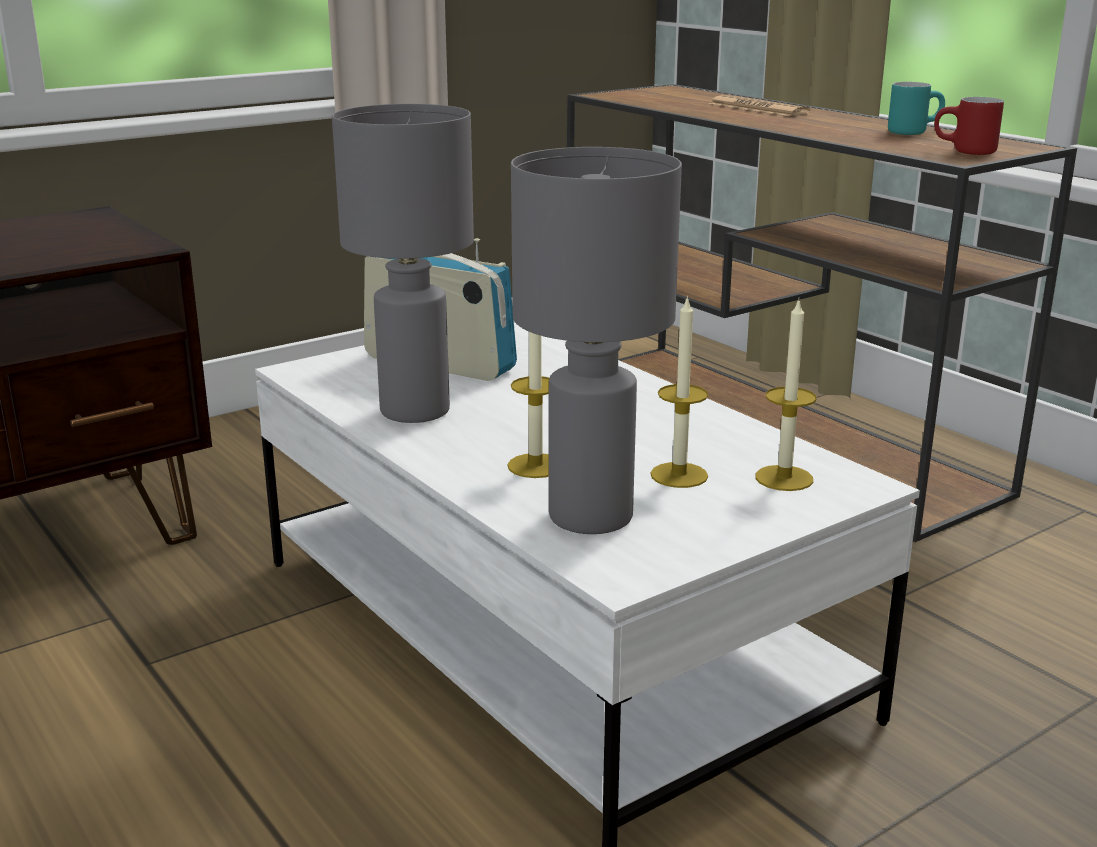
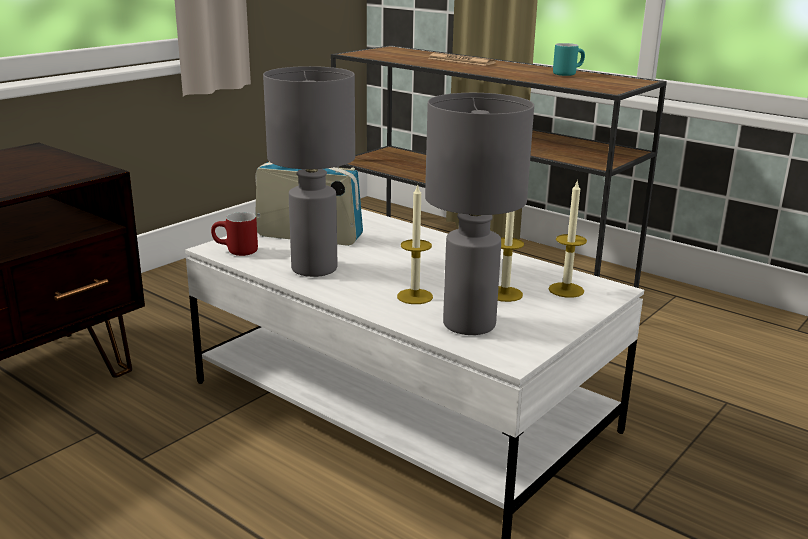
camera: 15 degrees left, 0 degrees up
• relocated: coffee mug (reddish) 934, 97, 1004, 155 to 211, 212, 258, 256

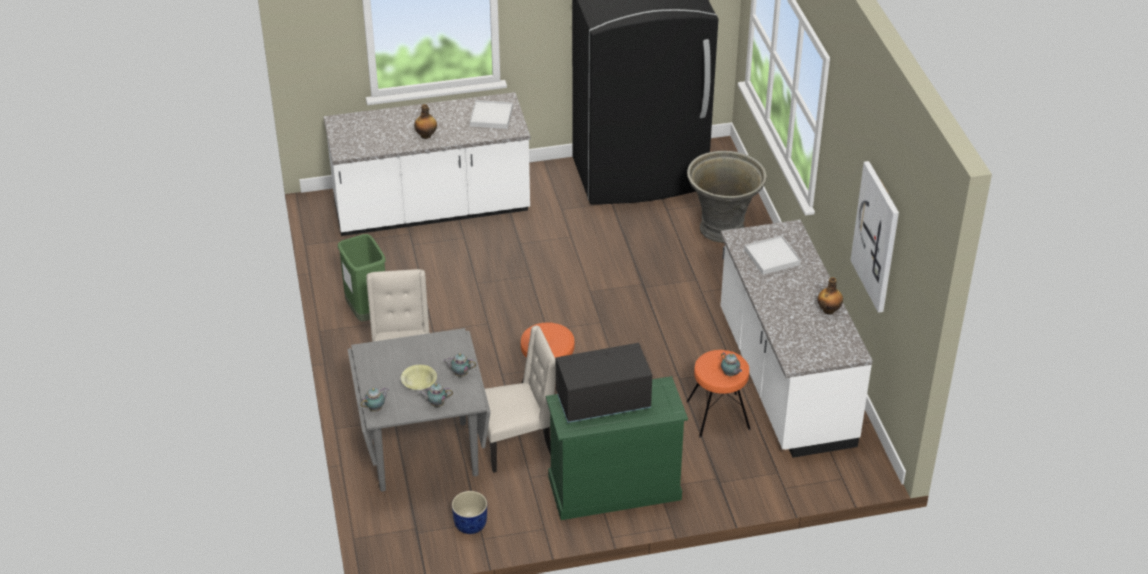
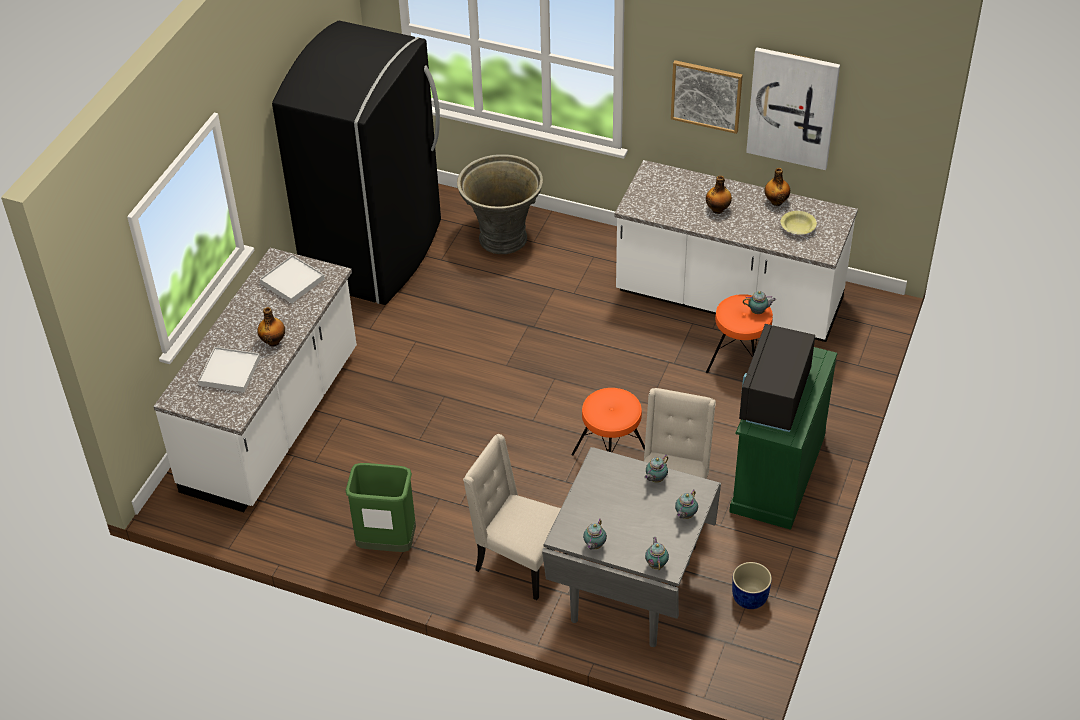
camera: 55 degrees left, 5 degrees up
• relocated: serving tray (white-coloured) 744, 235, 801, 275 to 198, 347, 260, 392
• relocated: serving bowl (yellow-coloured) 401, 365, 437, 390 to 781, 211, 817, 234
• appeared: wall picture 671, 60, 743, 134
• appeared: drink bottle 706, 175, 732, 214
• appeared: pot for tea 583, 519, 607, 550

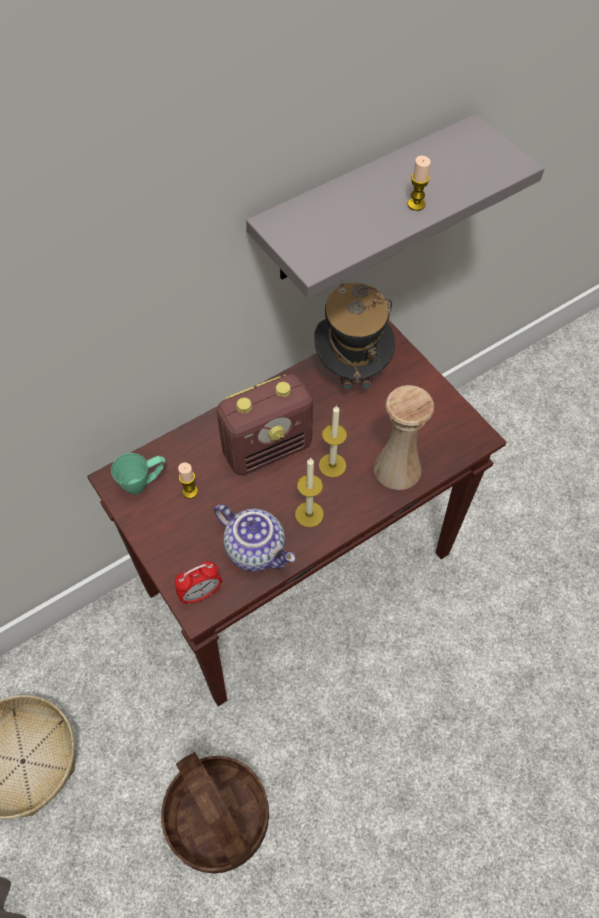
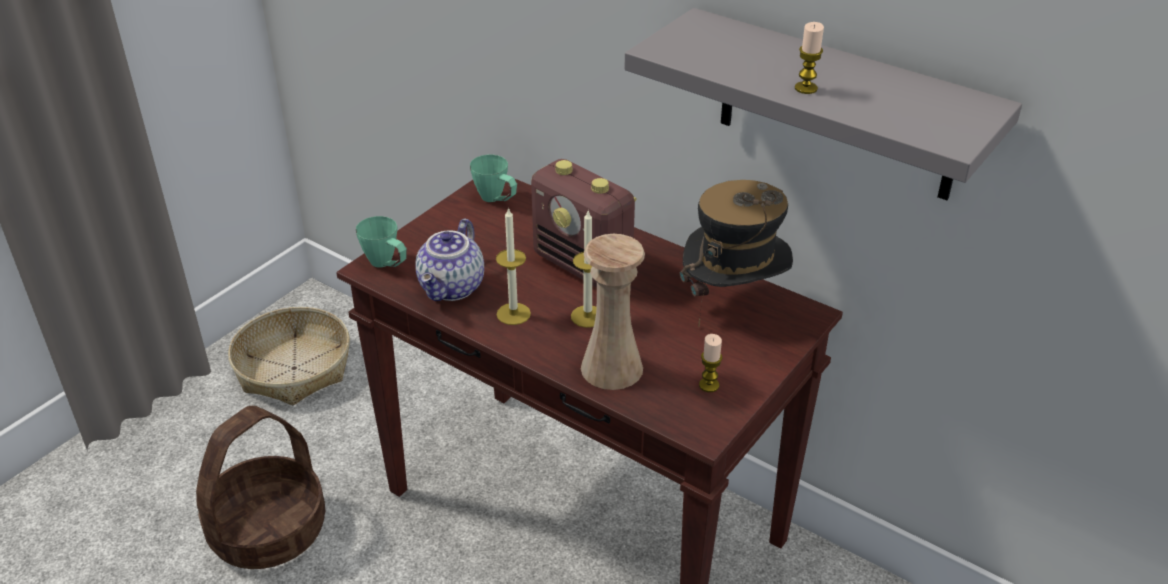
camera: 70 degrees right, 20 degrees down
• relocated: candle 178, 462, 198, 499 to 699, 334, 722, 392
• exchanged: table clock 175, 561, 222, 605 to coffee mug (green) 356, 216, 407, 268

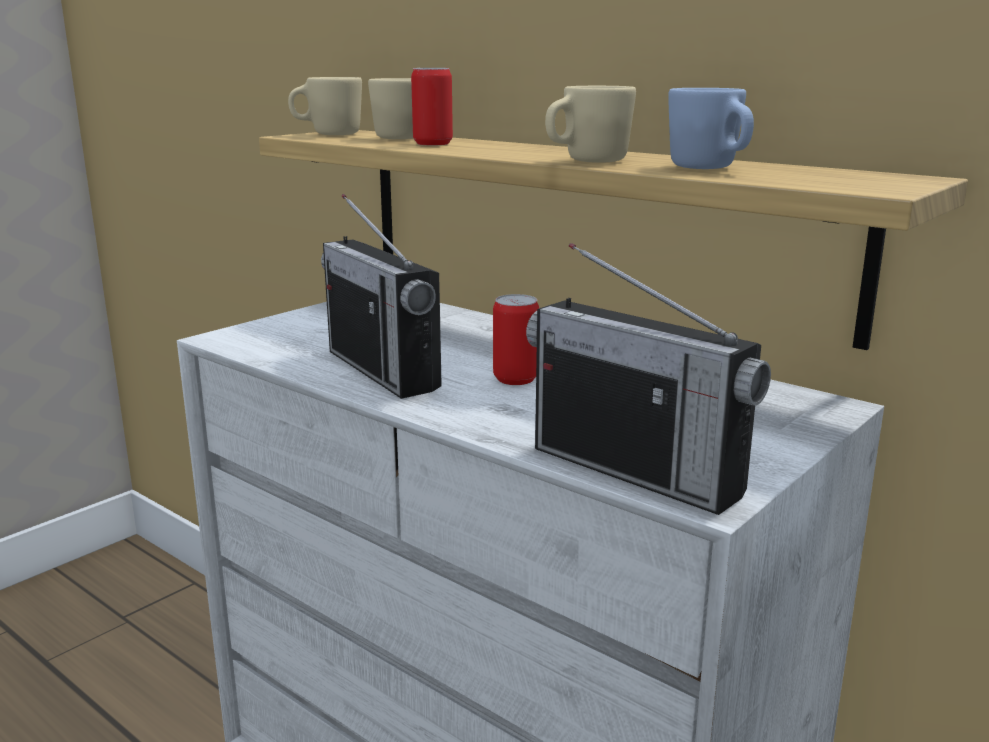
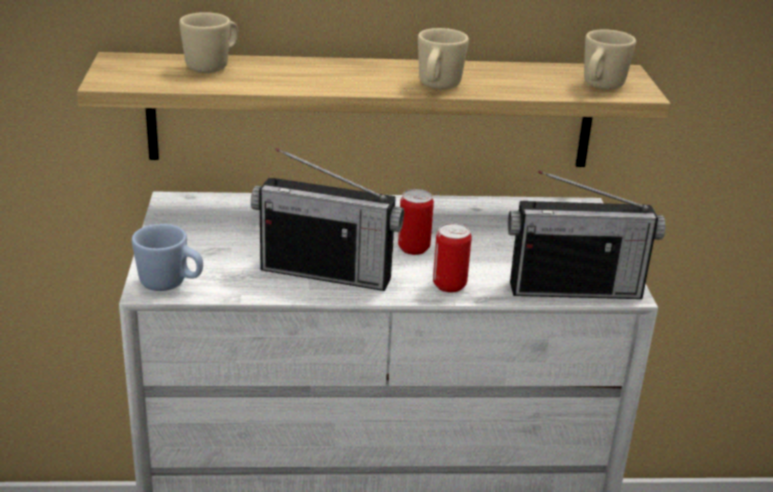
camera: 45 degrees left, 10 degrees up
• relocated: sealed can 411, 68, 453, 146 to 433, 223, 472, 293
• relocated: coffee mug (sand-coloured) 288, 77, 362, 135 to 584, 29, 636, 89
• relocated: coffee mug (bluish) 668, 88, 754, 169 to 132, 224, 203, 291

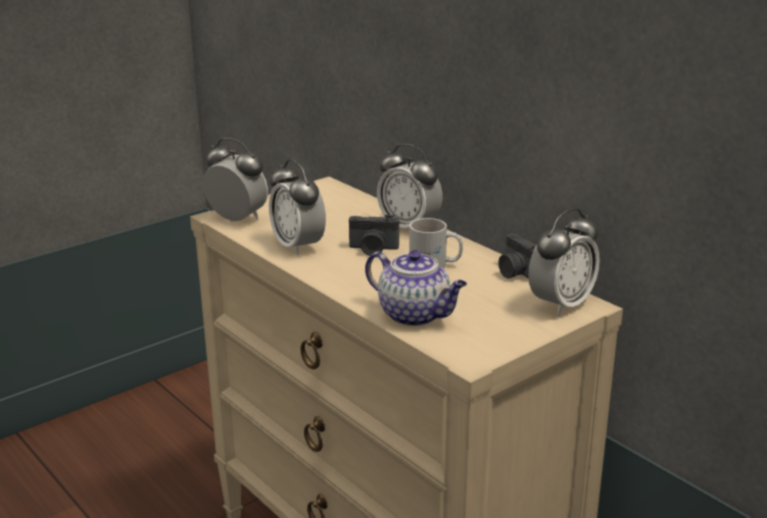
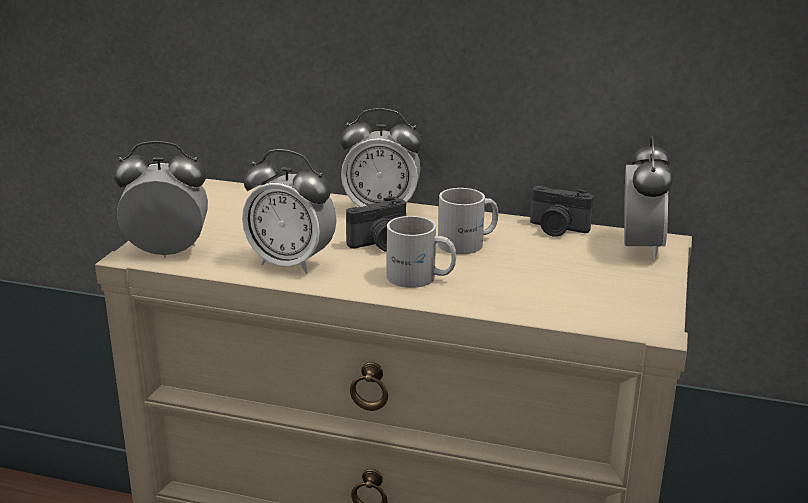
camera: 35 degrees left, 0 degrees up
• missing: pot for tea 365, 250, 467, 326
• appeared: coffee mug (white-coloured) 387, 216, 456, 288

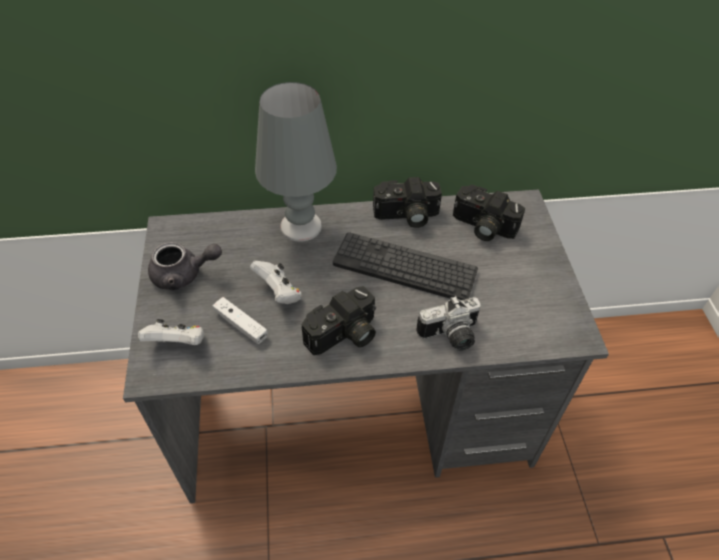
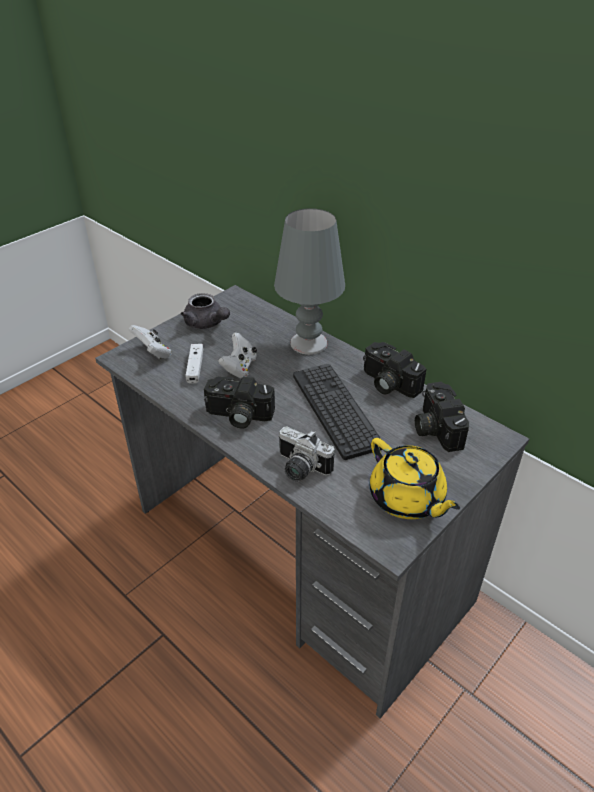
camera: 50 degrees right, 10 degrees down
• appeared: pot for tea (yellow-coloured) 370, 438, 460, 519

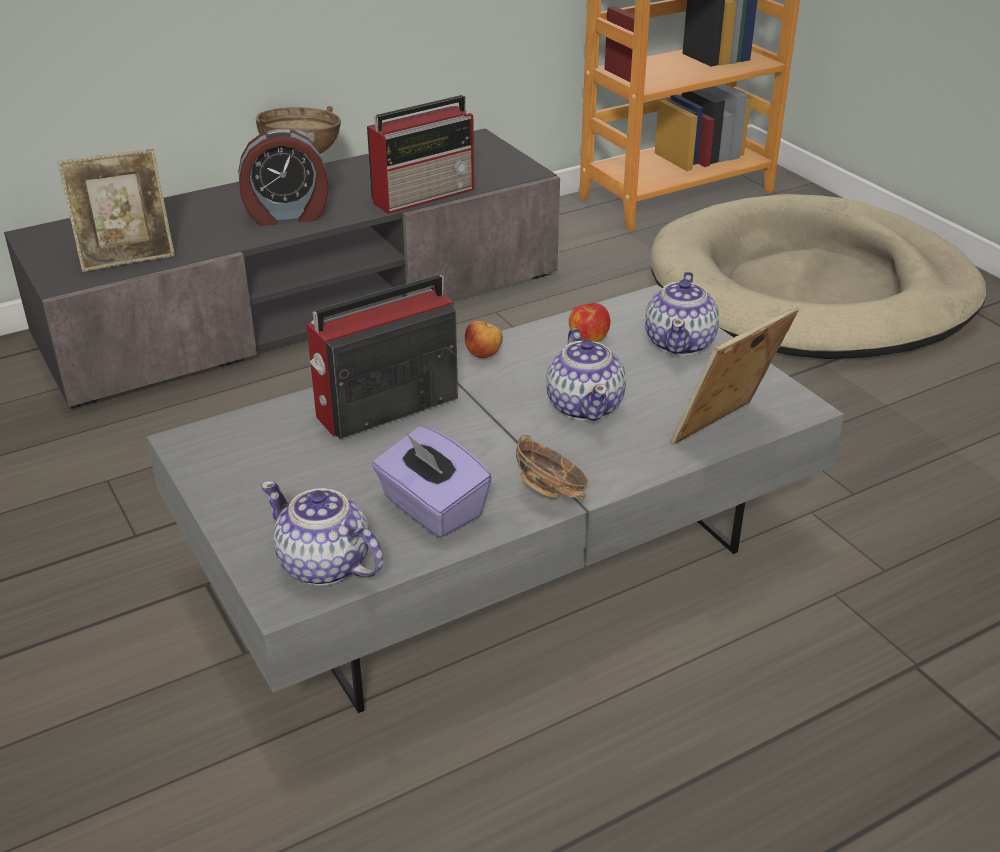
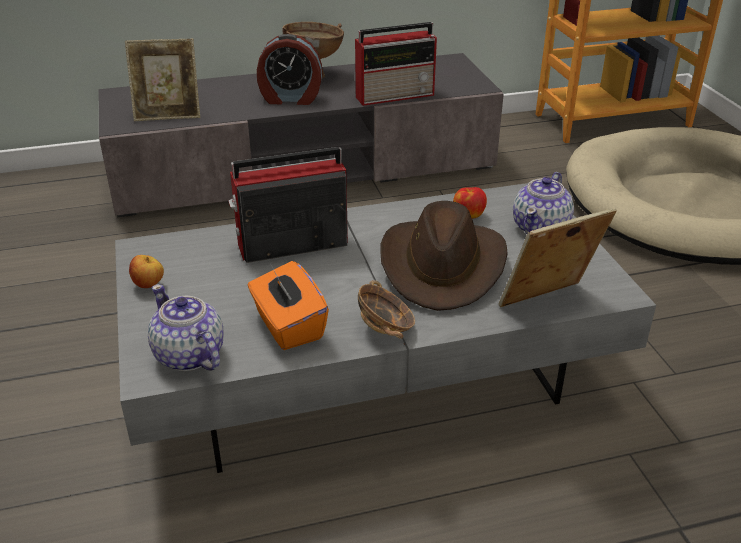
camera: 15 degrees right, 0 degrees up
• relocated: apple 465, 321, 503, 358 to 129, 255, 164, 288
• exchanged: pot for tea 546, 329, 626, 421 to clothing hat (brown-coloured) 380, 201, 508, 311
• colour: tissue holder (purplish) 372, 426, 492, 538 to tissue holder (orangey) 248, 261, 329, 350

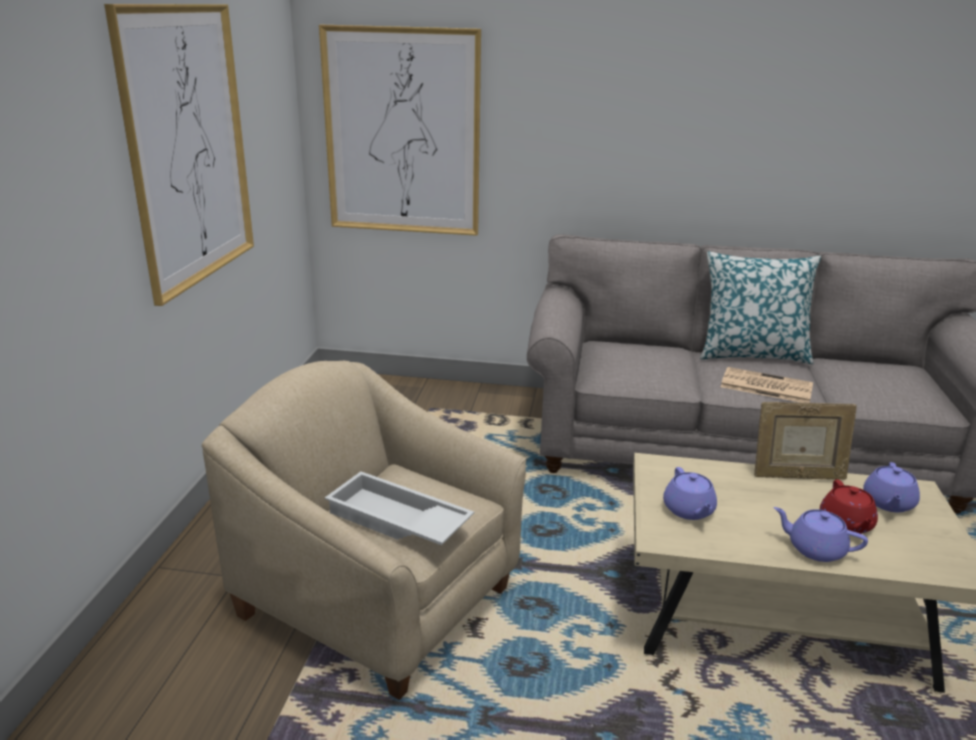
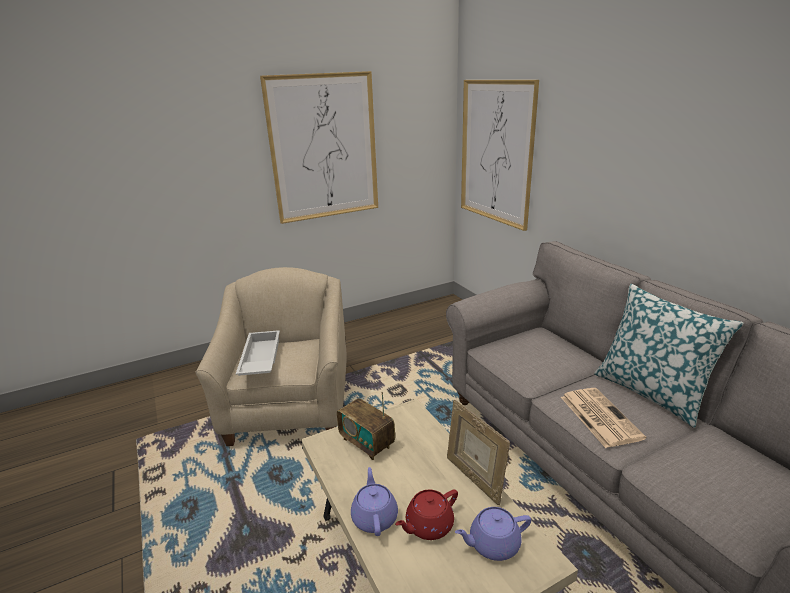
camera: 55 degrees right, 0 degrees up
• exchanged: pot for tea (purplish) 663, 467, 717, 520 to radio set 337, 391, 395, 460

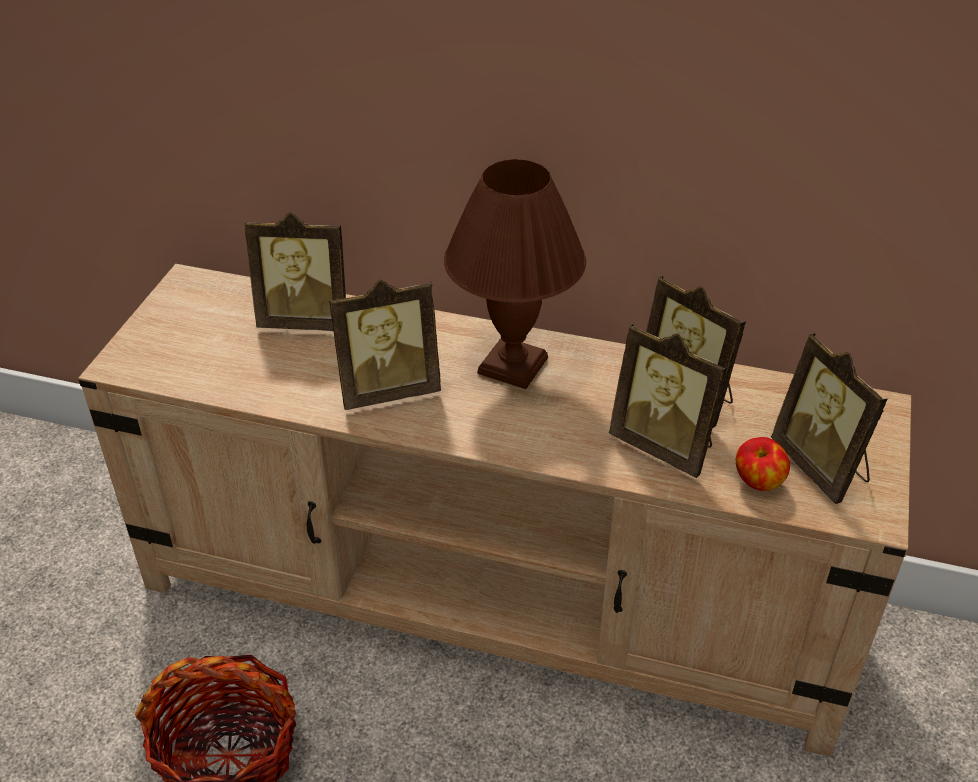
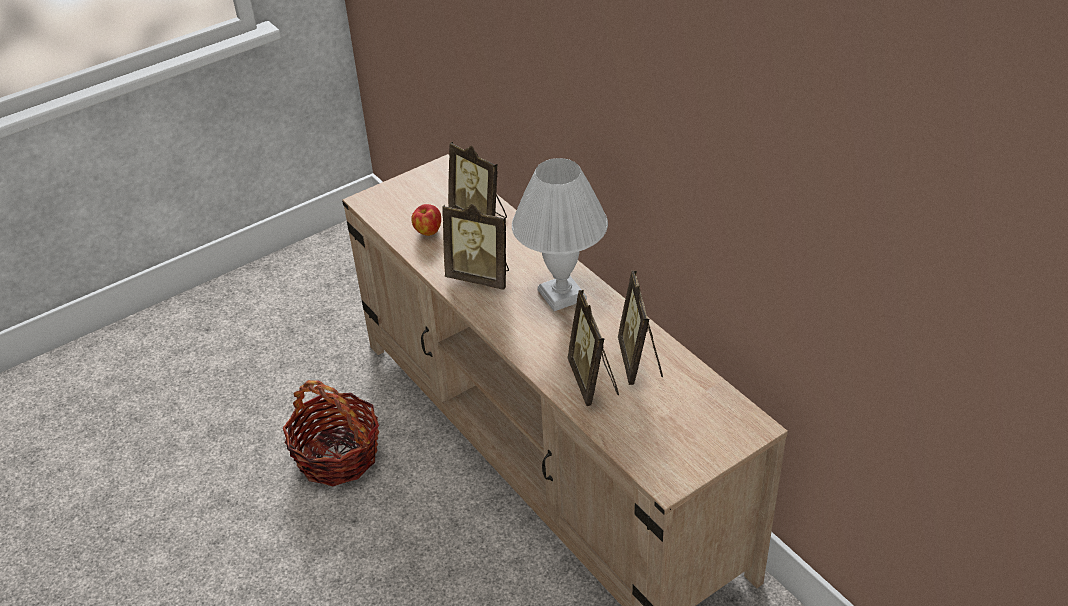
camera: 40 degrees right, 0 degrees up
• colour: tabletop lamp (brown-coloured) 444, 159, 586, 389 to tabletop lamp (white-coloured) 512, 158, 608, 311
• missing: photo frame 771, 333, 888, 504
• relocated: apple 736, 437, 790, 491 to 411, 204, 441, 236

